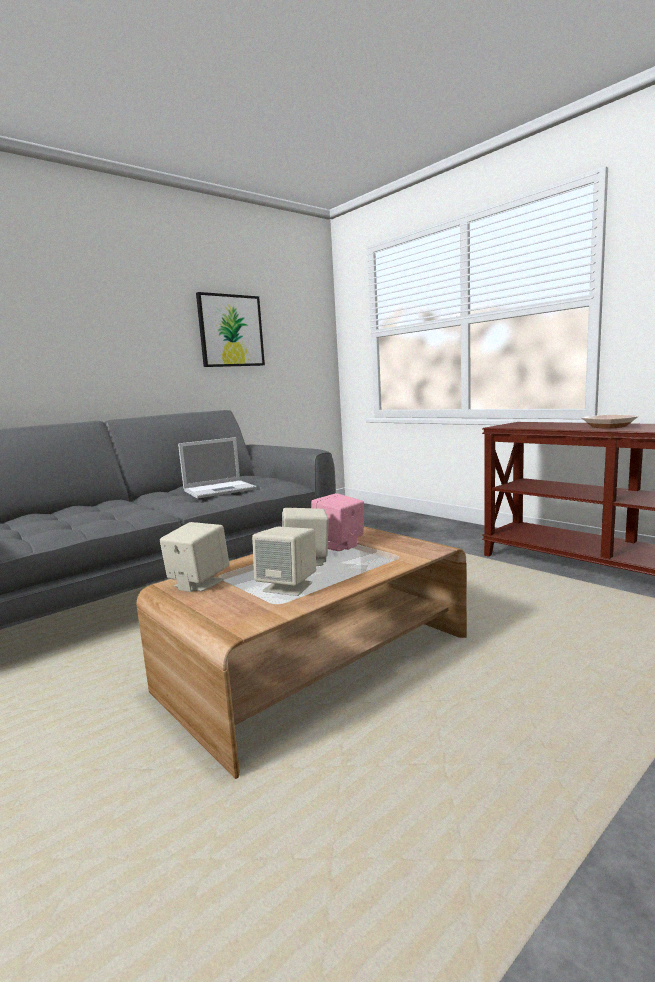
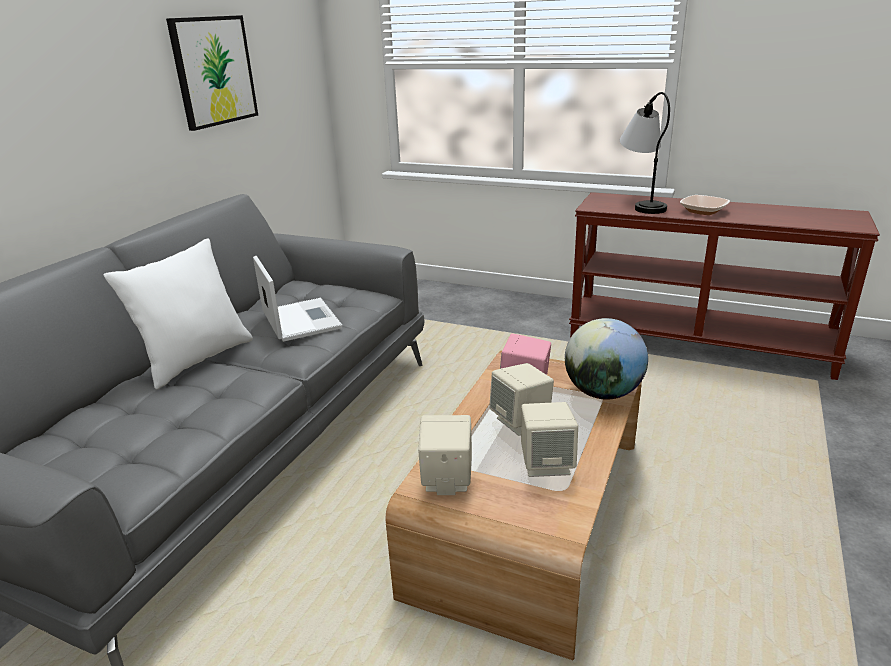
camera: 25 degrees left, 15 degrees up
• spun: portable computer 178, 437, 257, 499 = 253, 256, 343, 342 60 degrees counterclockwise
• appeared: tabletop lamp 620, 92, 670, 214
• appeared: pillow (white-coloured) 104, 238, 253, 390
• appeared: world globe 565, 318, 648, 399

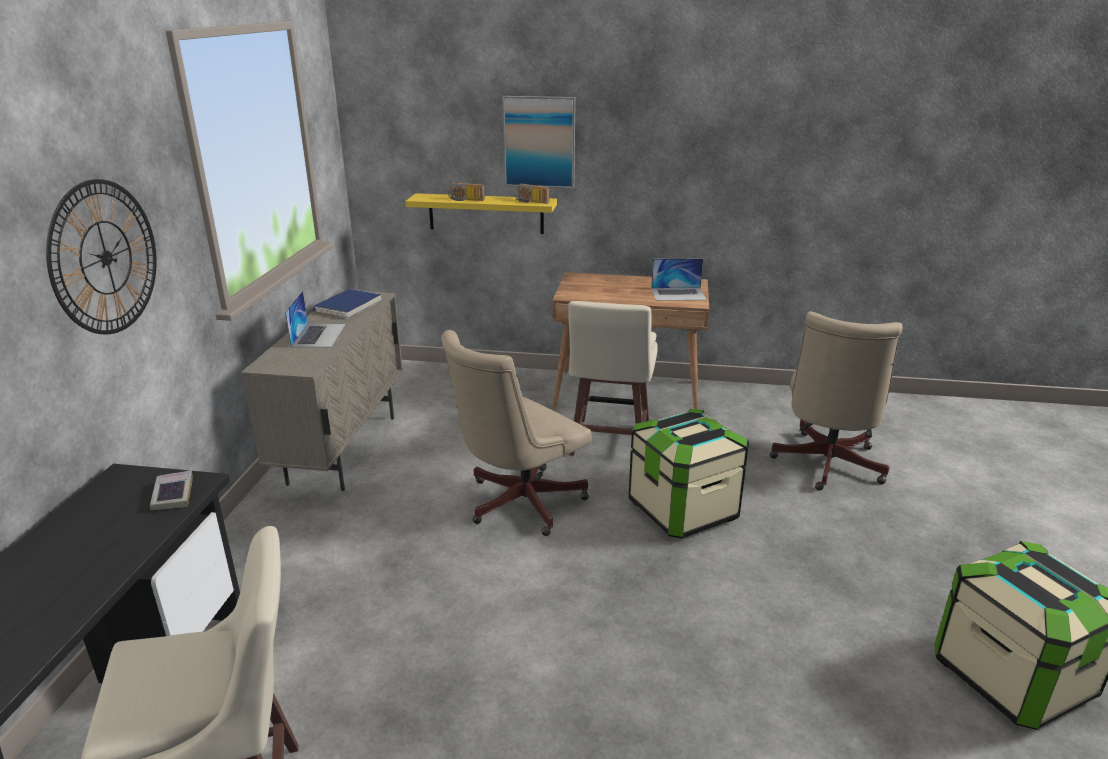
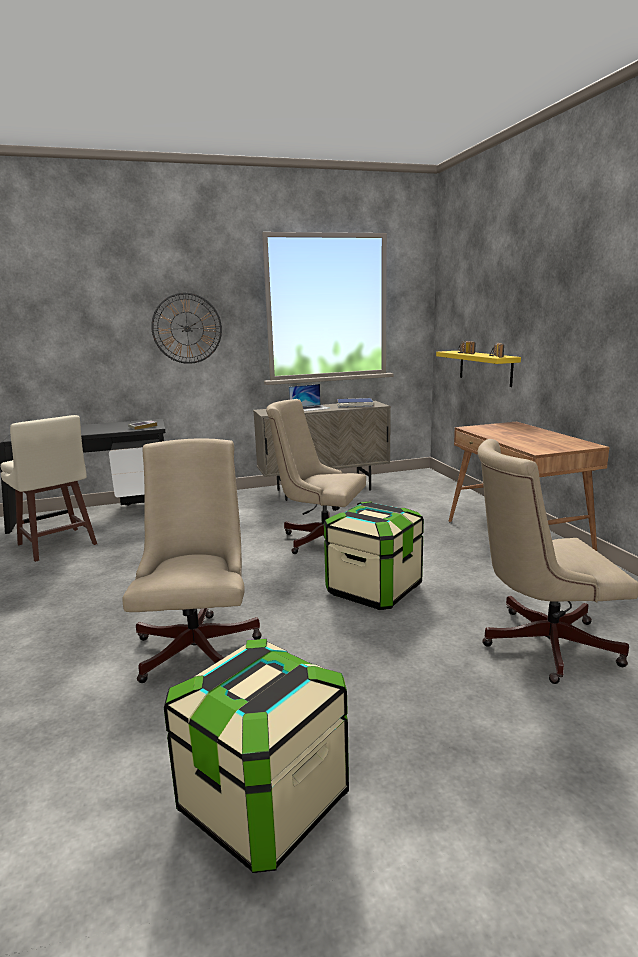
camera: 65 degrees right, 10 degrees down
• missing: wall picture 502, 96, 575, 189
• missing: portable computer 651, 258, 707, 301
• missing: stool seat (sand-coloured) 568, 301, 658, 456
• appeared: office chair (sand-coloured) 123, 439, 262, 683

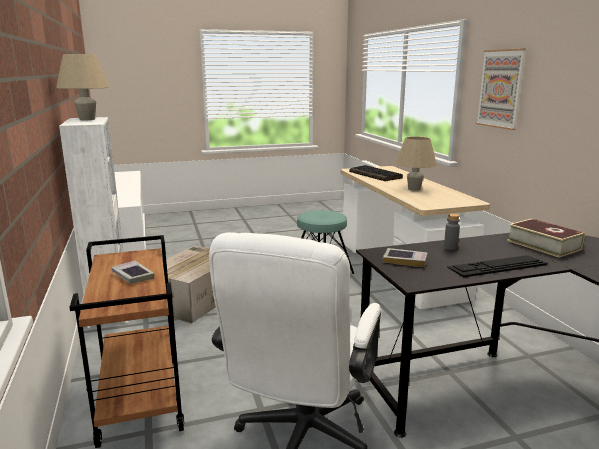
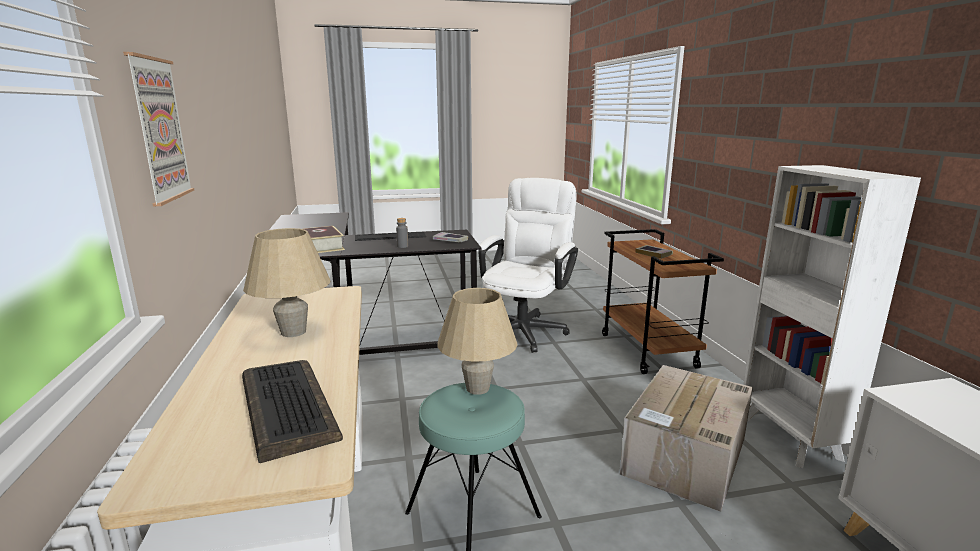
camera: 175 degrees left, 0 degrees up
• relocated: tabletop lamp (sand-coloured) 56, 54, 110, 120 to 438, 288, 518, 395

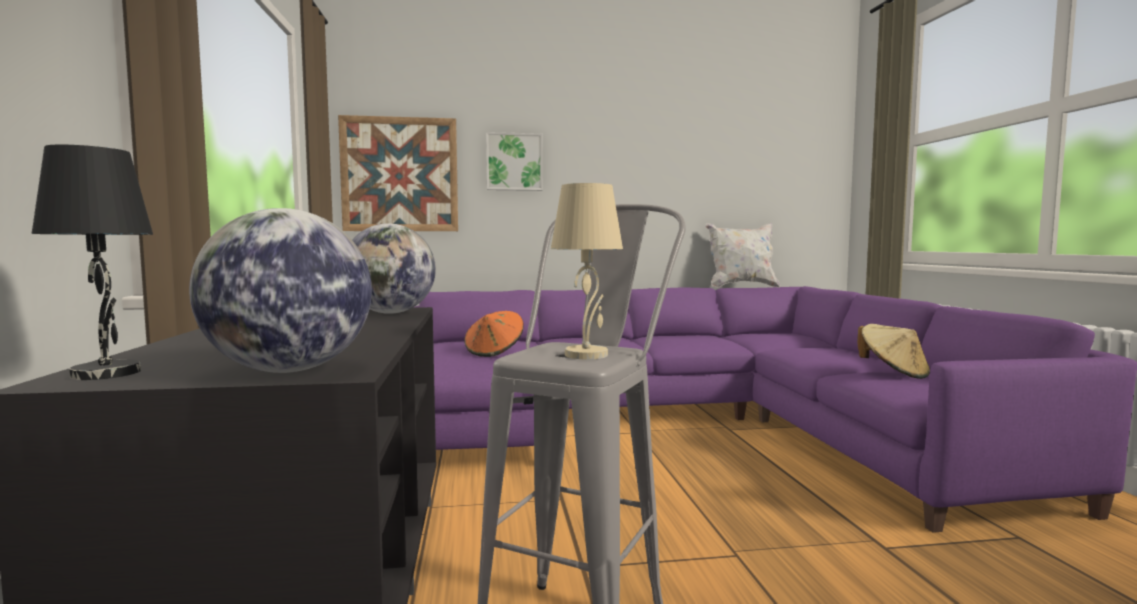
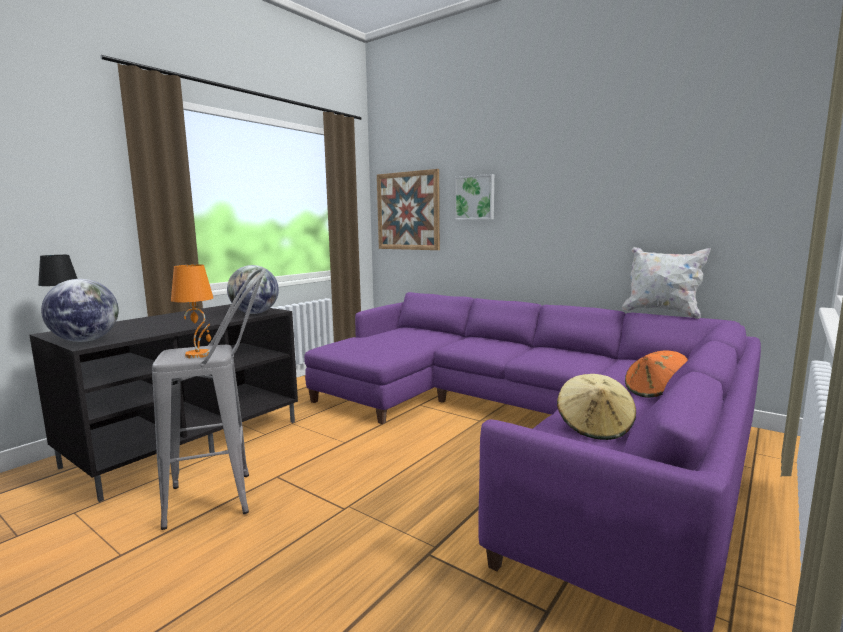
camera: 45 degrees right, 5 degrees up
• colour: tabletop lamp (sand-coloured) 551, 183, 623, 359 to tabletop lamp (orangey) 171, 264, 213, 358
• relocated: clothing hat (orangey) 464, 311, 524, 357 to 625, 350, 688, 398

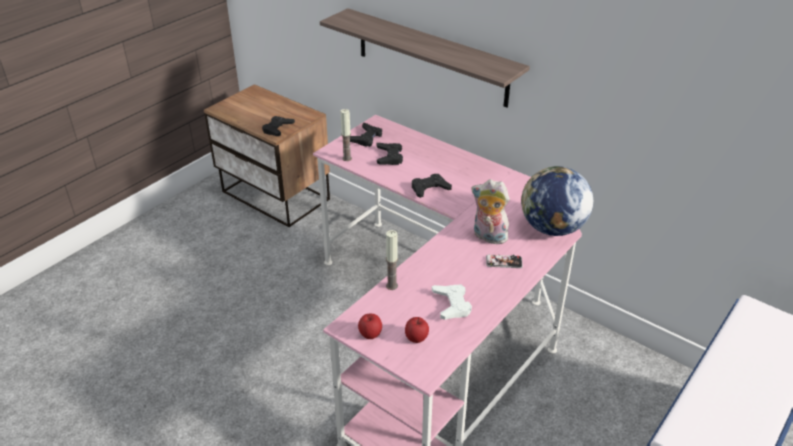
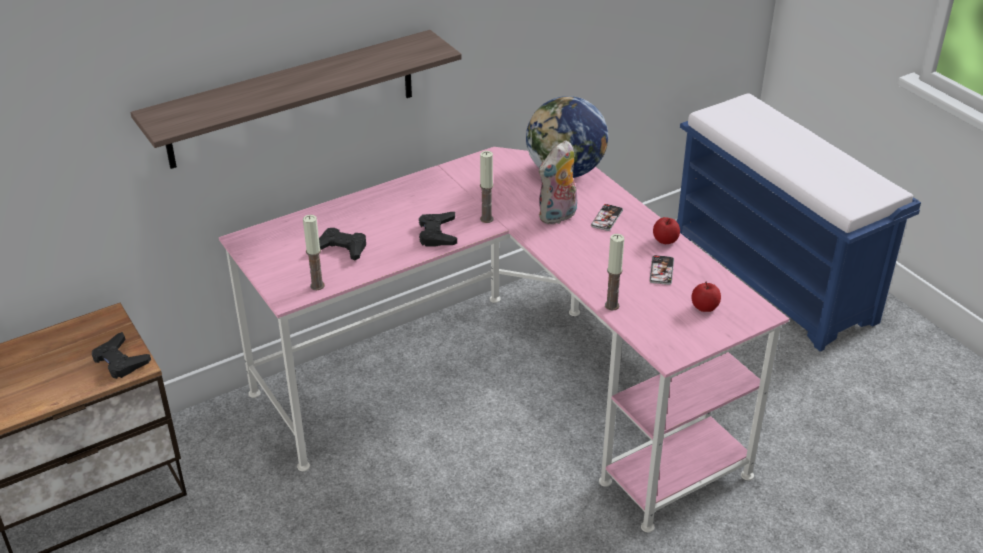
camera: 70 degrees left, 0 degrees up
• missing: game controller (black-coloured) 350, 123, 382, 147
• exchanged: game controller (white-coloured) 432, 284, 472, 320 to handset 649, 255, 674, 285
• relocated: apple 358, 314, 382, 339 to 653, 217, 680, 244
• appeared: candle 480, 151, 494, 223

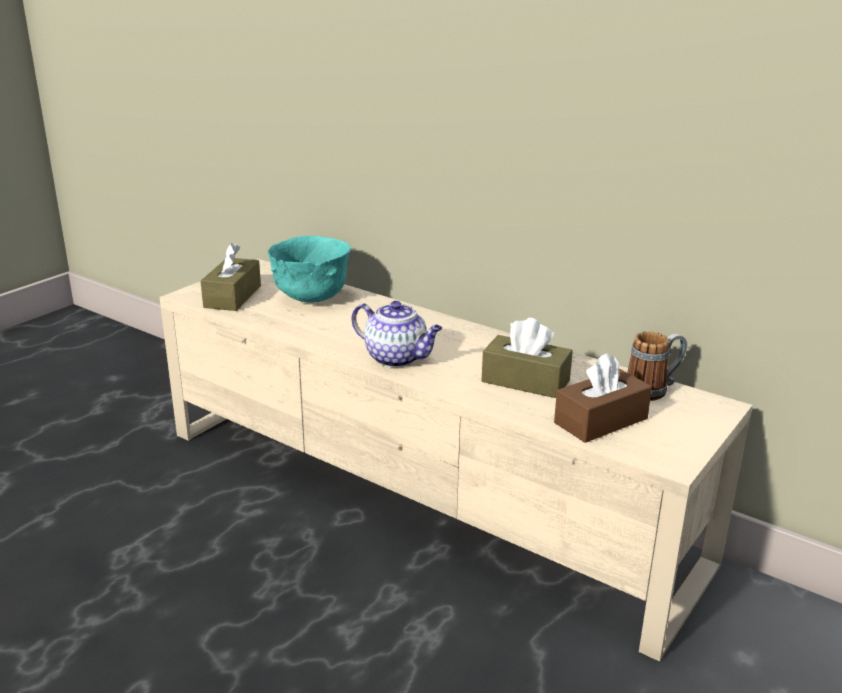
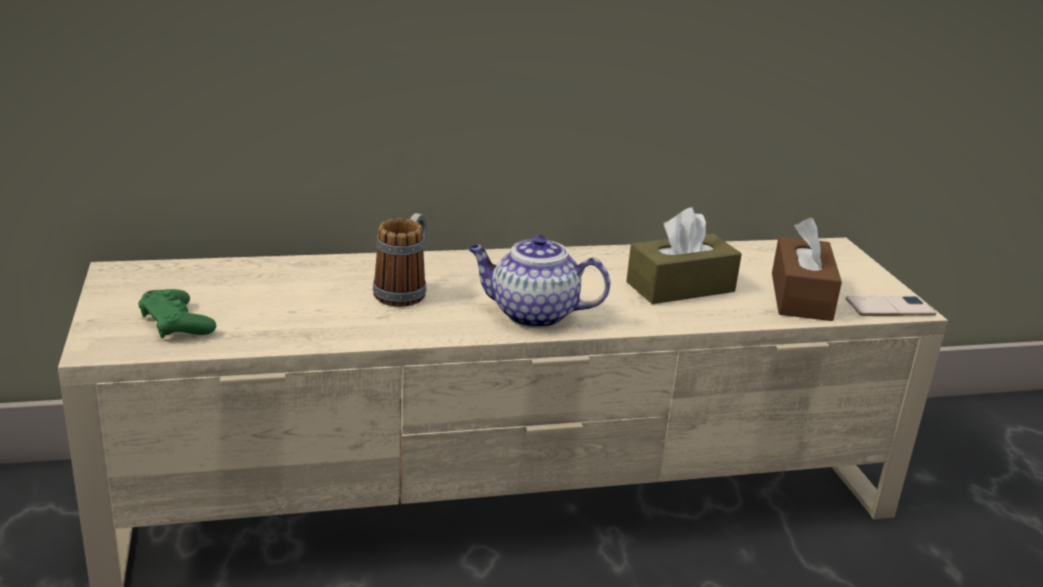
camera: 50 degrees left, 0 degrees up
• missing: serving bowl (turquoise) 268, 235, 351, 302
• exchanged: tissue holder (brown-coloured) 201, 243, 261, 311 to game controller (green) 138, 289, 216, 339
• spun: pot for tea 351, 301, 443, 367 = 468, 235, 610, 328 150 degrees counterclockwise
• relocated: coffee mug 627, 331, 687, 401 to 373, 213, 427, 307
• appeared: handset 846, 296, 936, 316

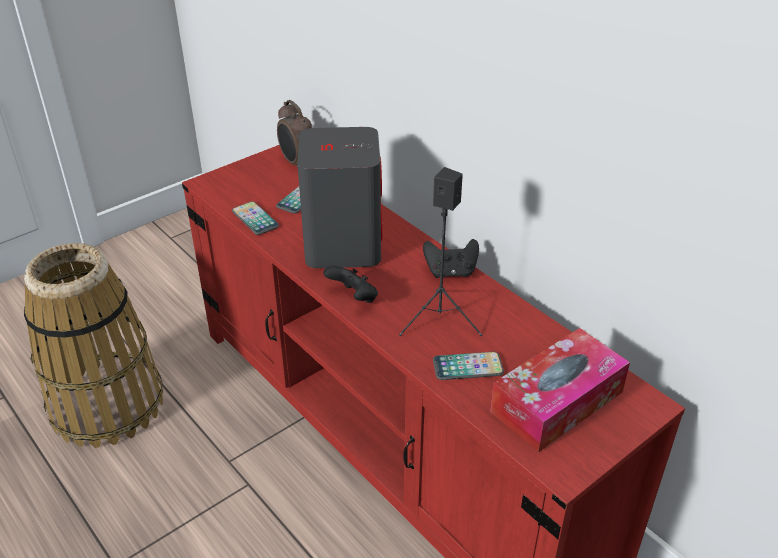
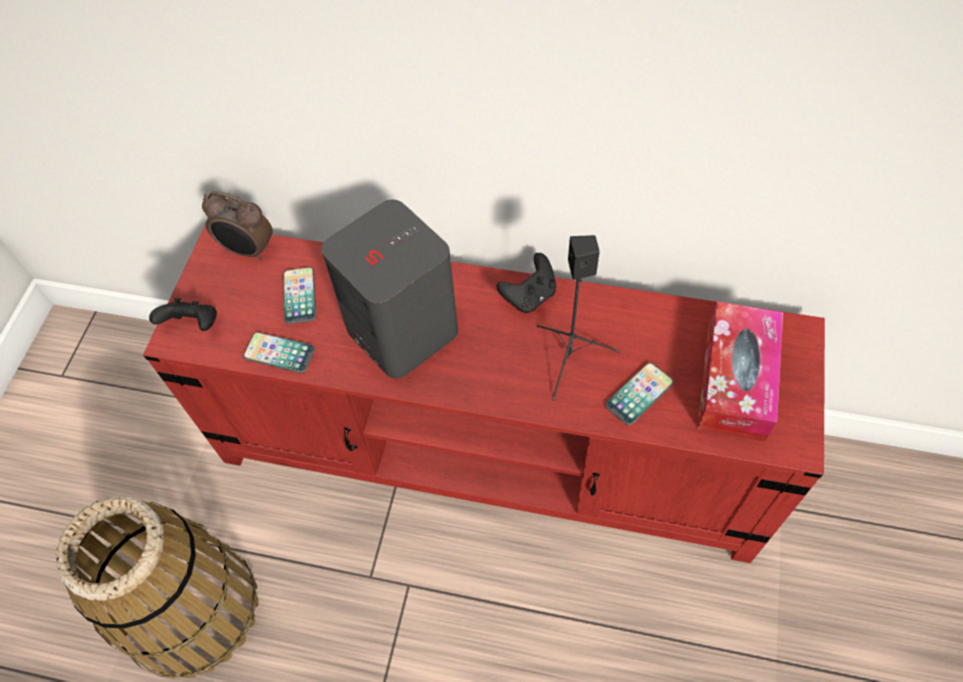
camera: 35 degrees left, 20 degrees up
• relocated: game controller (black-coloured) 323, 265, 378, 303 to 149, 298, 217, 331

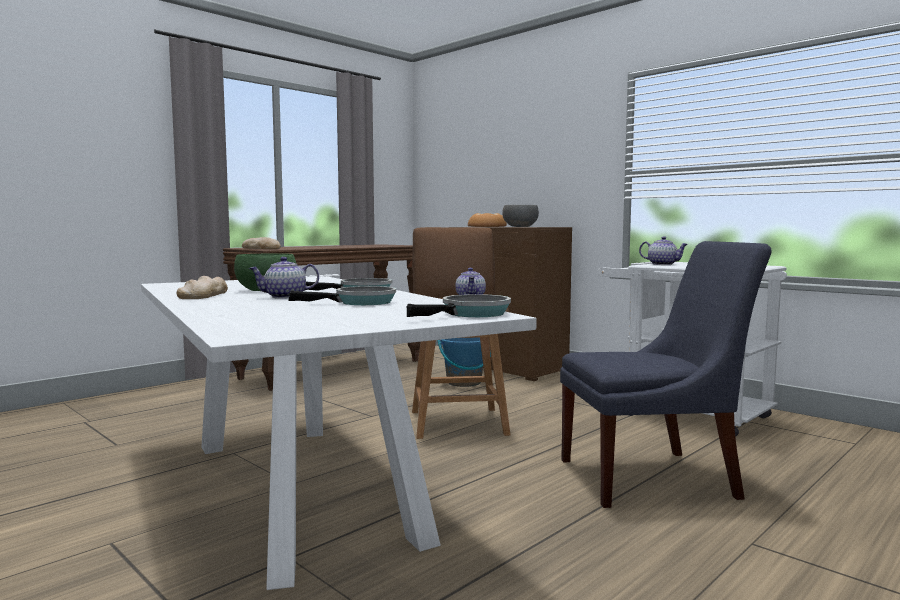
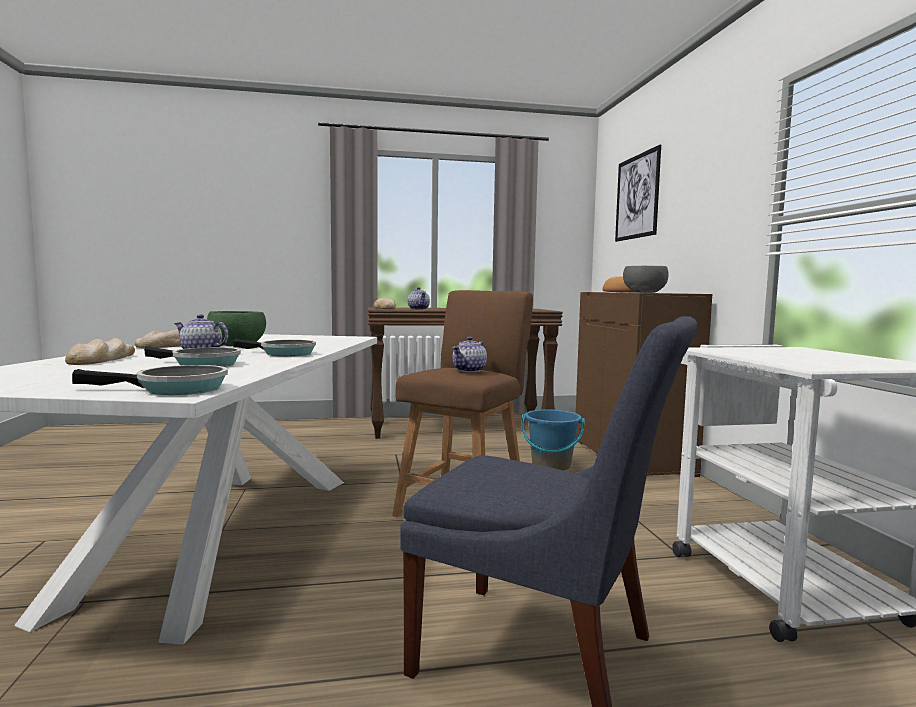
camera: 35 degrees right, 0 degrees up
• relocated: pot for tea 639, 236, 688, 265 to 408, 287, 430, 310
• appeared: wall picture 615, 145, 661, 242
• appeared: baked bread 65, 338, 135, 365

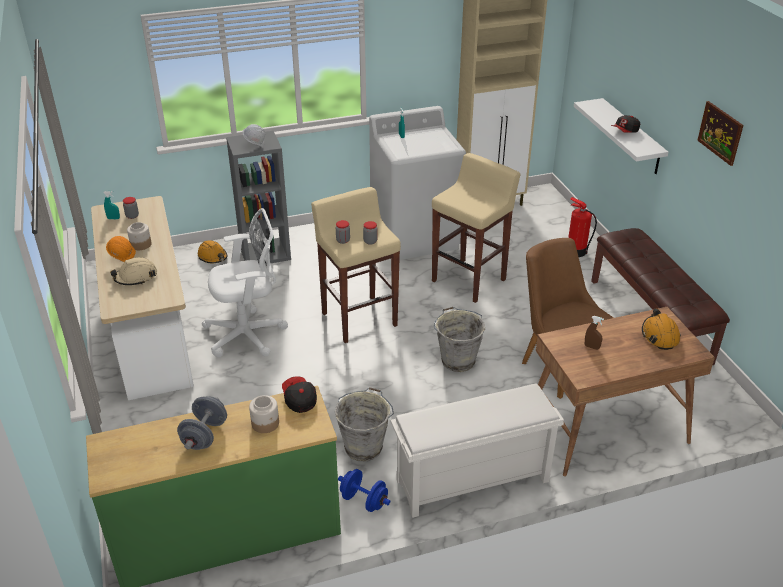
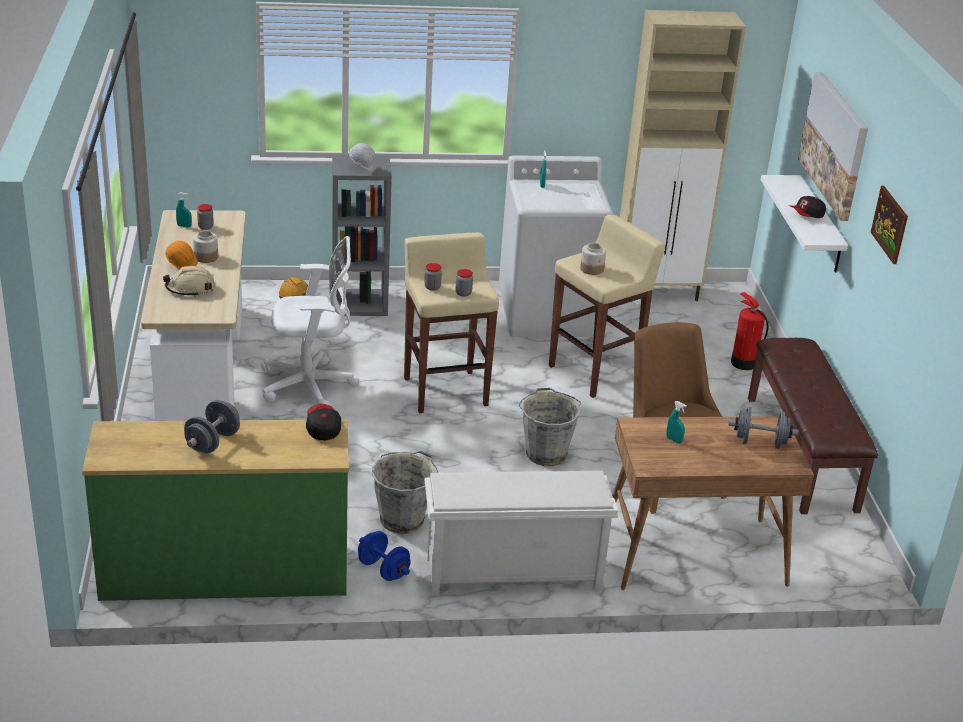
camera: 10 degrees right, 5 degrees down
• exchanged: work helmet (orangey) 642, 309, 681, 350 to free weight (gray) 728, 407, 799, 449
• colour: hand sprayer (brown-coloured) 585, 316, 604, 350 to hand sprayer (turquoise) 666, 401, 687, 444
• relocated: preserve jar 249, 395, 279, 433 to 580, 243, 606, 275
• appeared: wall picture 798, 72, 868, 221

